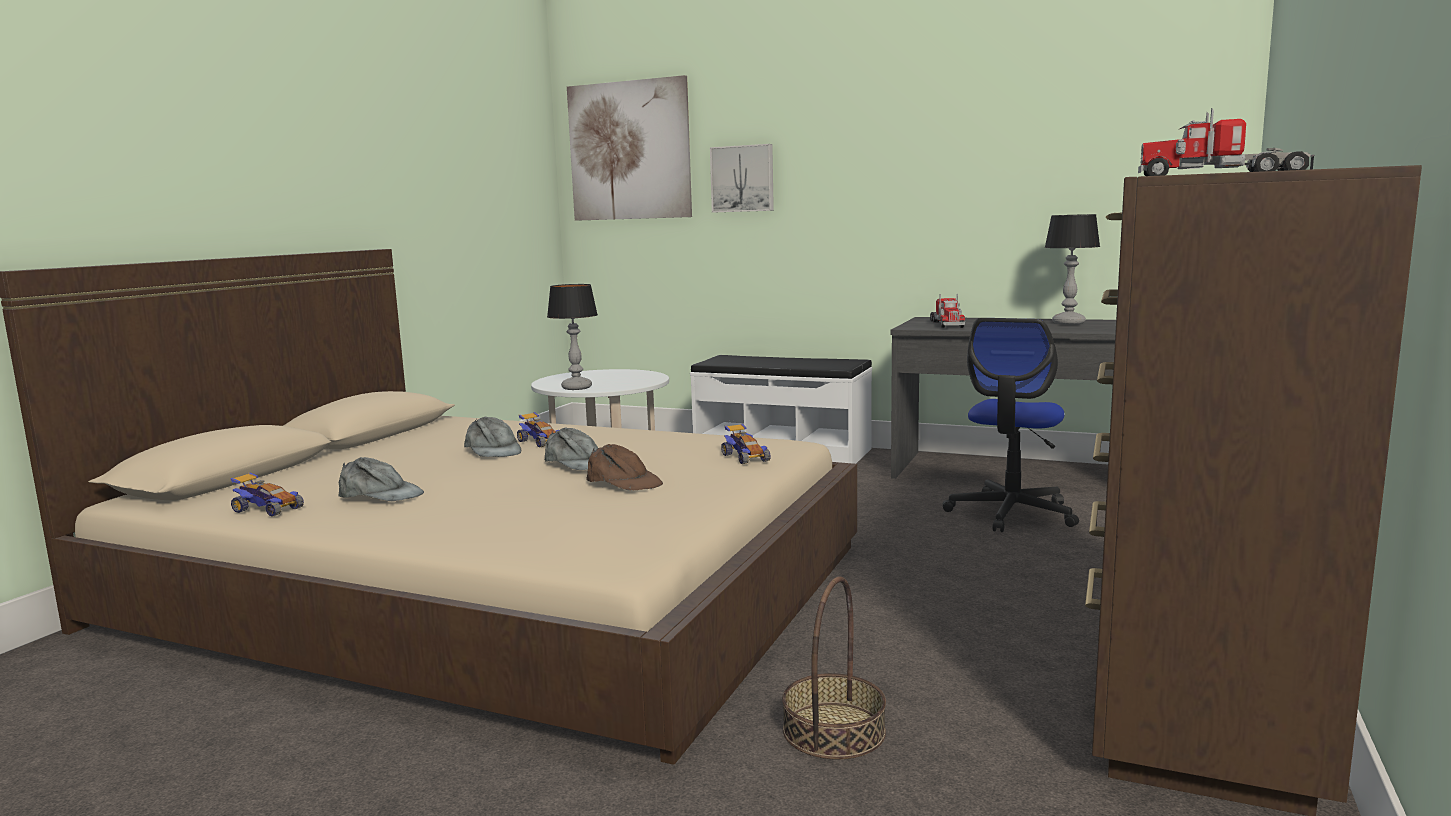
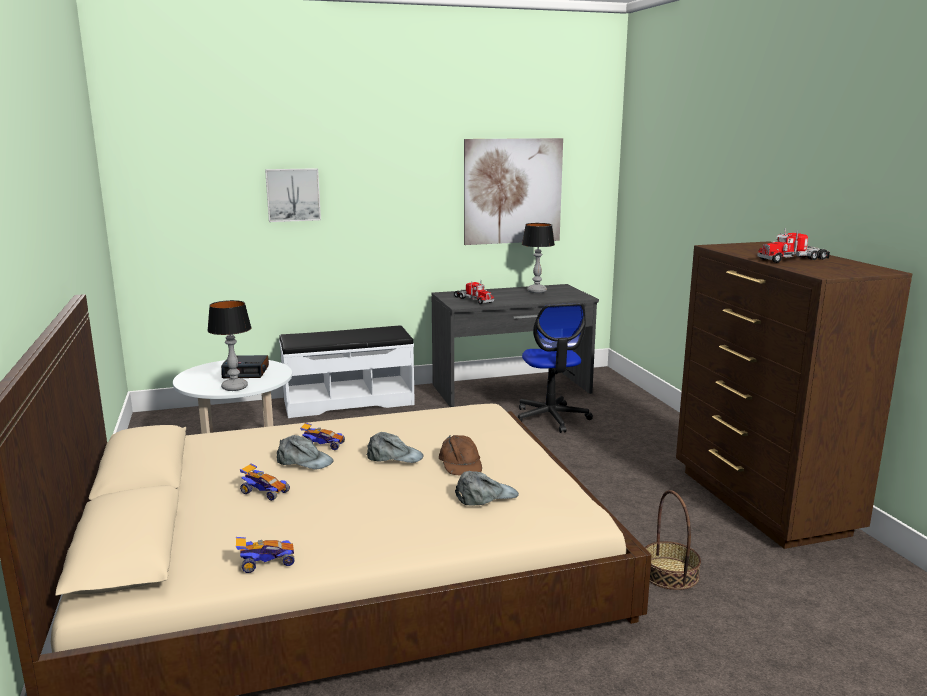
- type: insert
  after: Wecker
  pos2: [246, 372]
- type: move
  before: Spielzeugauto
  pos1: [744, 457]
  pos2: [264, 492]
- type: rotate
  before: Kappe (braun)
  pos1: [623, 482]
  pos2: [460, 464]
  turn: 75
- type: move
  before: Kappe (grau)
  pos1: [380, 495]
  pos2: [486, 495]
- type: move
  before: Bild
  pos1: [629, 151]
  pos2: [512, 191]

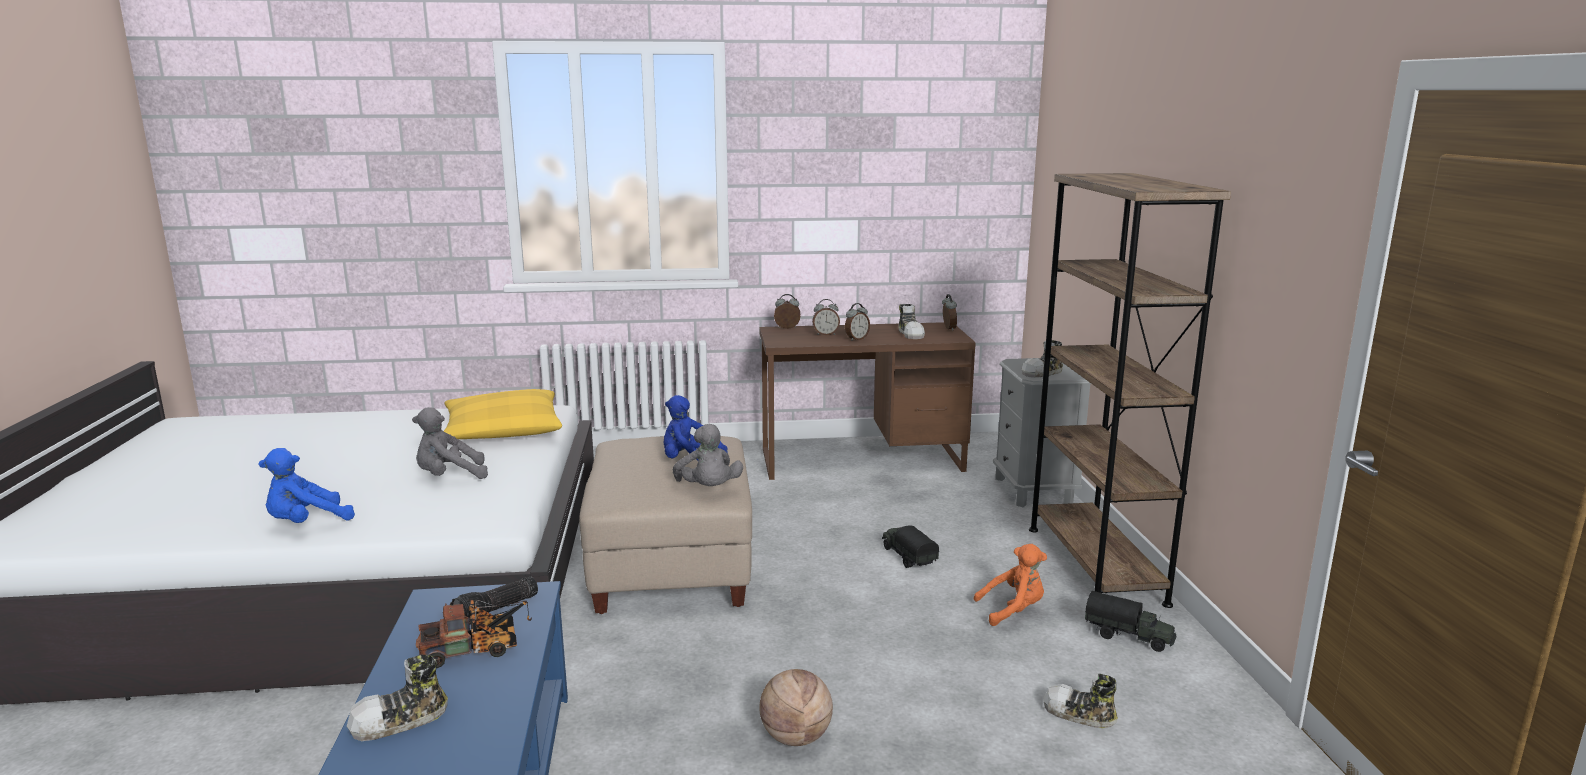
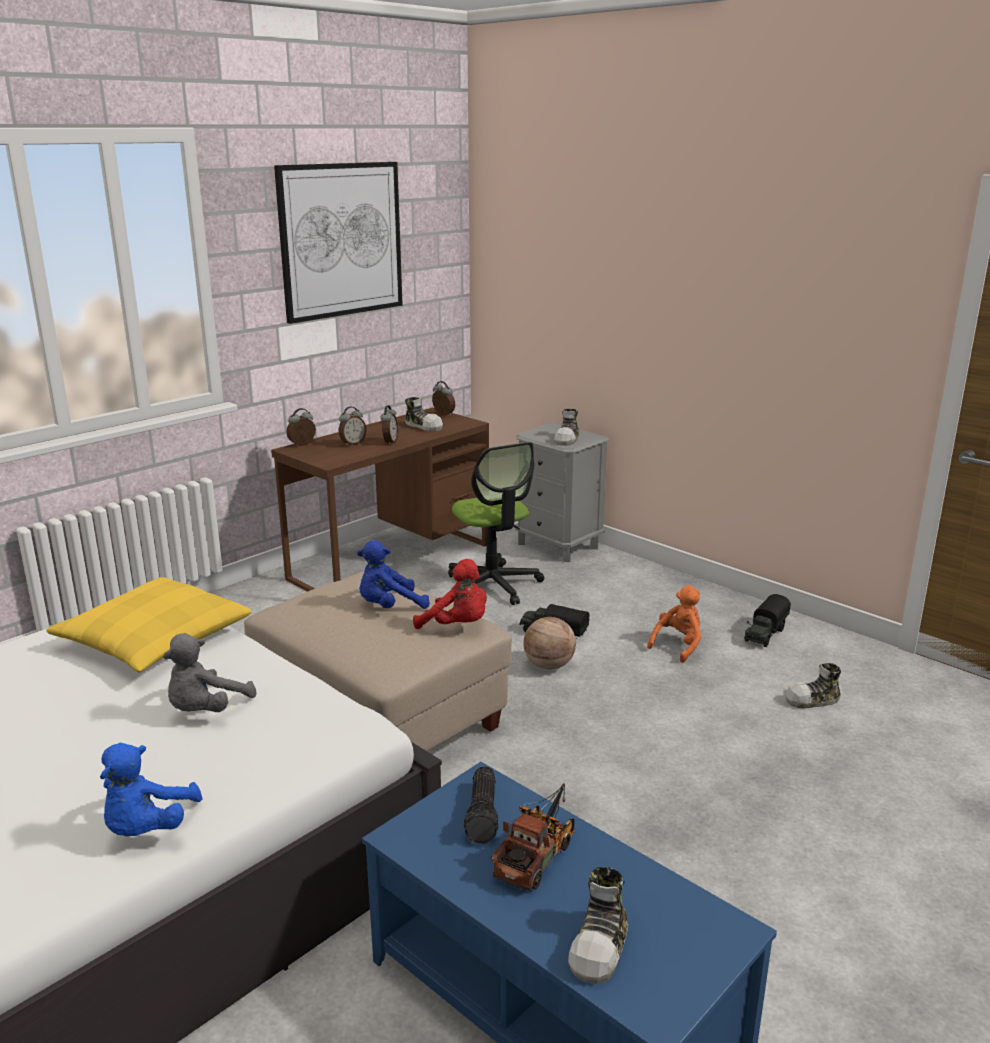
- type: insert
  after: Bild
  pos2: [341, 240]
- type: recolor
  before: Plüschtier (grau)
  after: Plüschtier (rot)
  pos1: [708, 489]
  pos2: [457, 626]
- type: insert
  after: Bürostuhl
  pos2: [493, 585]
- type: move
  before: Basketball
  pos1: [796, 738]
  pos2: [549, 665]
- type: rotate
  before: Spielzeuglaster
  pos1: [1129, 637]
  pos2: [765, 634]
  turn: 135
- type: delete
  before: Bücherregal (braun)
  pos1: [1095, 564]

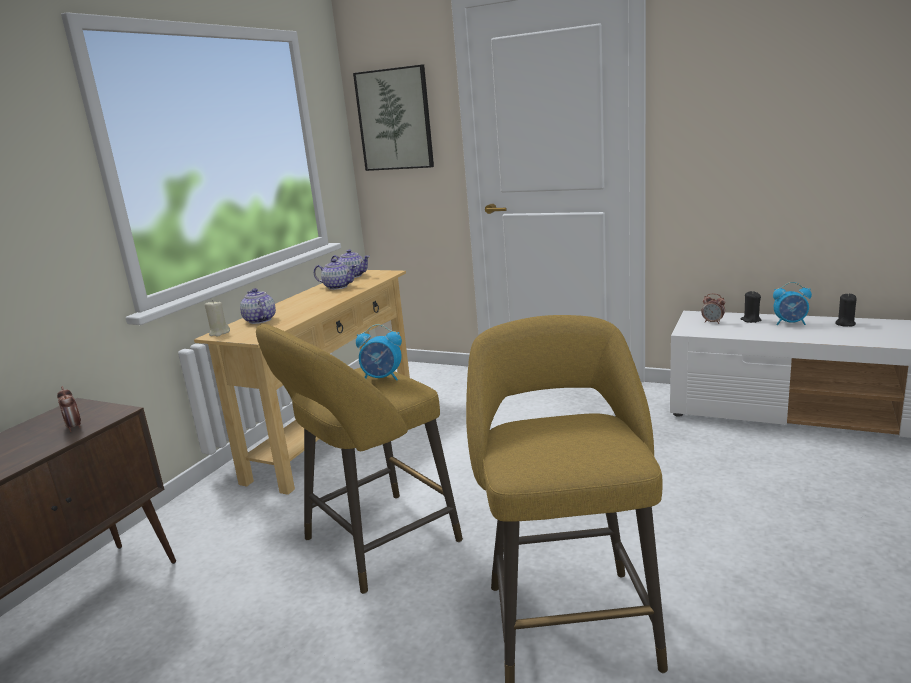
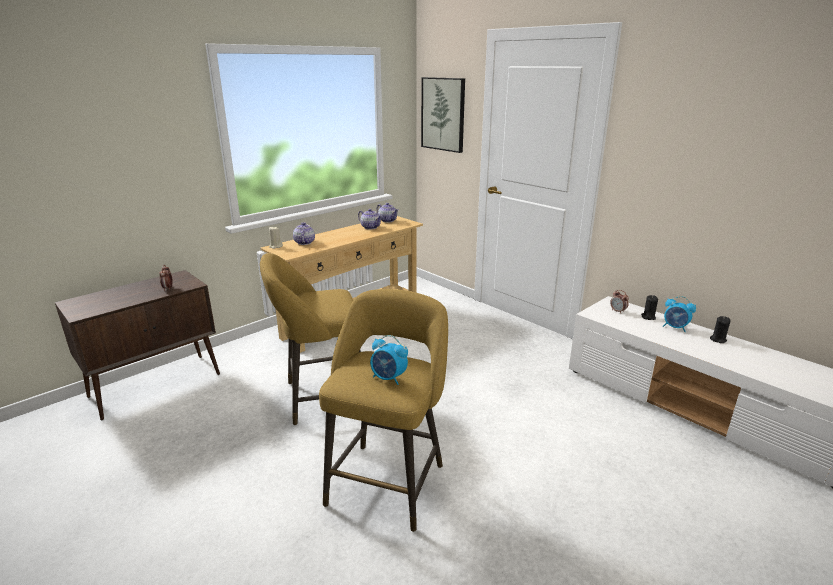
- type: move
  before: Wecker
  pos1: [382, 378]
  pos2: [389, 378]

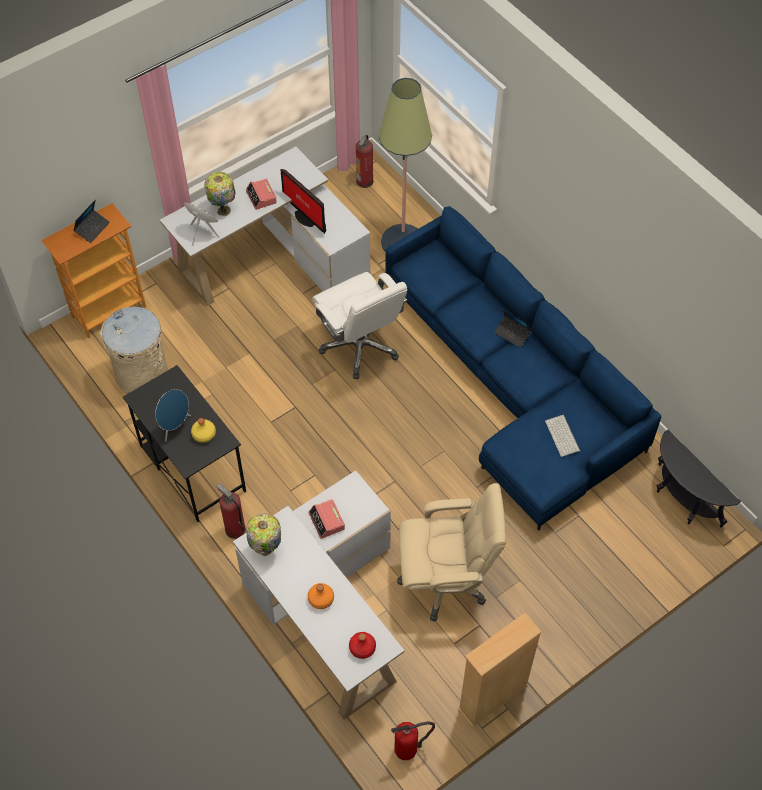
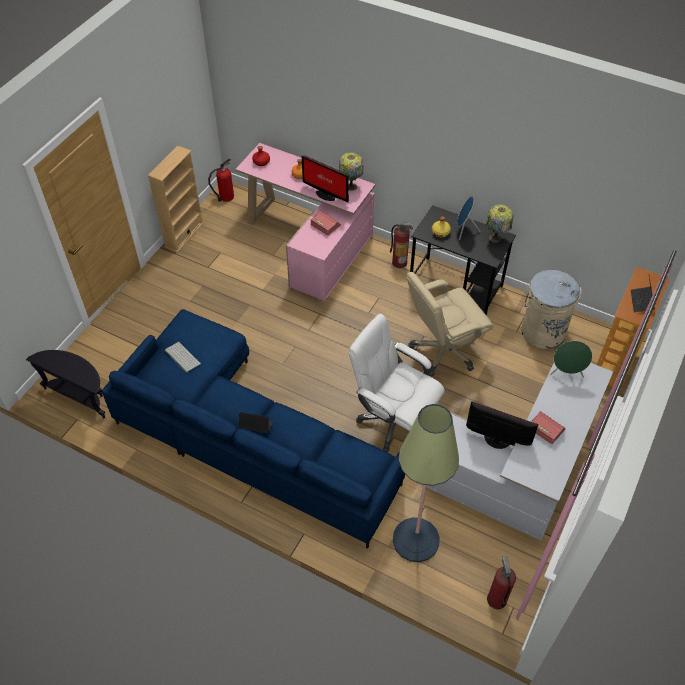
- type: recolor
  before: Schreibtisch (weiß)
  after: Schreibtisch (rosa)
  pos1: [326, 610]
  pos2: [311, 241]
- type: insert
  after: Monitor
  pos2: [325, 194]
- type: move
  before: Bürostuhl (beige)
  pos1: [445, 580]
  pos2: [443, 351]
- type: move
  before: Tischlampe
  pos1: [223, 209]
  pos2: [495, 239]

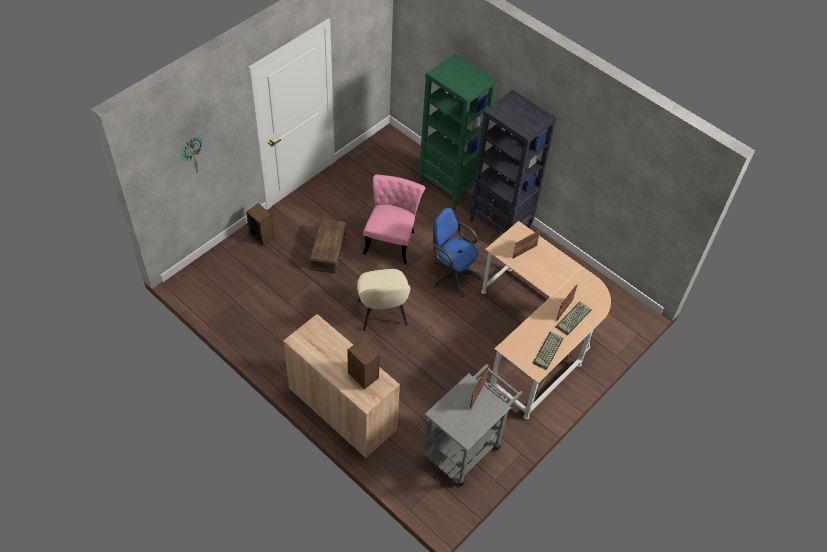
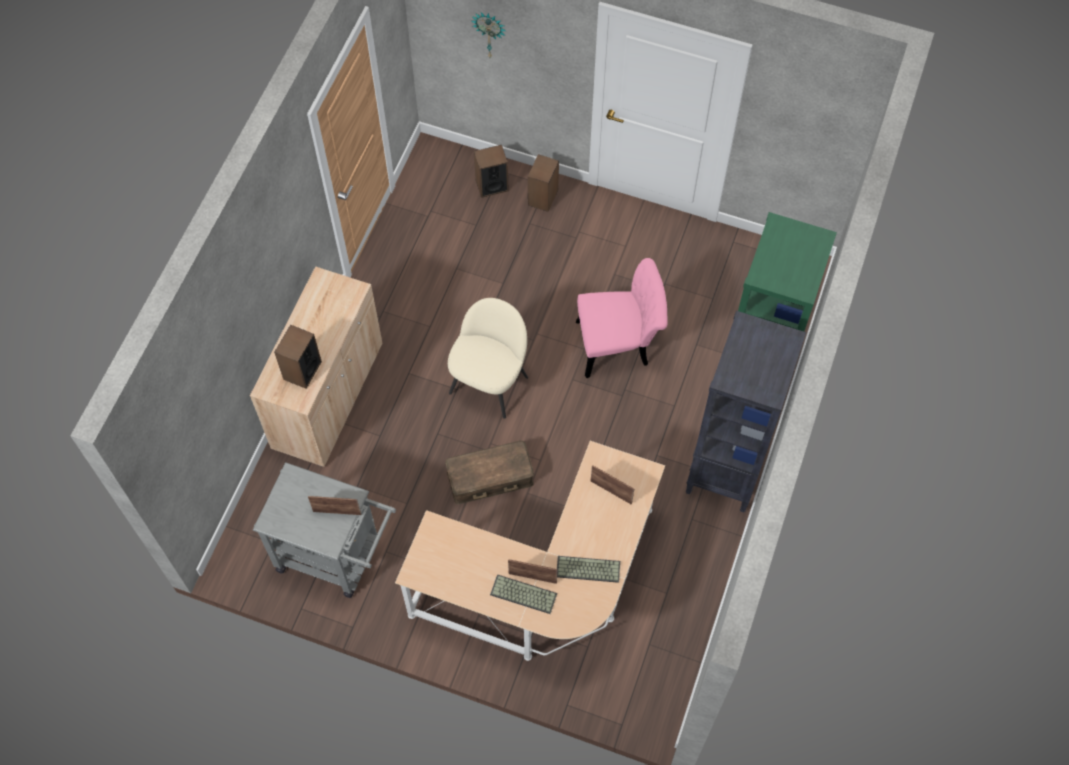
- type: move
  before: Aufbewahrungsbox (braun)
  pos1: [328, 251]
  pos2: [490, 476]
- type: rotate
  before: Stuhl (beige)
  pos1: [382, 314]
  pos2: [490, 383]
  turn: 150
- type: insert
  after: Lautsprecher
  pos2: [491, 185]
- type: move
  before: Tastatur
  pos1: [548, 351]
  pos2: [587, 570]
- type: delete
  before: Bürostuhl (blau)
  pos1: [452, 274]

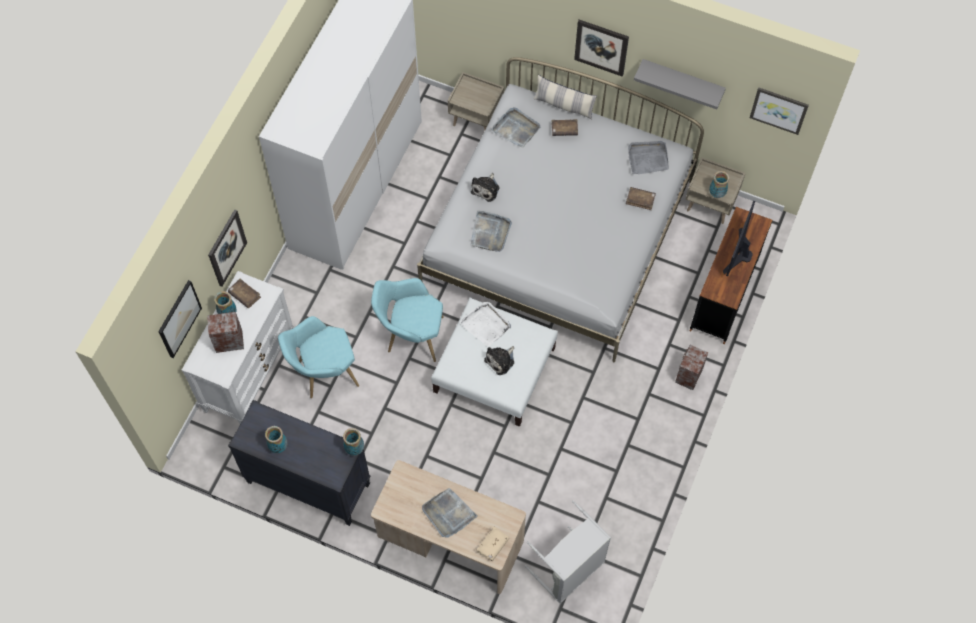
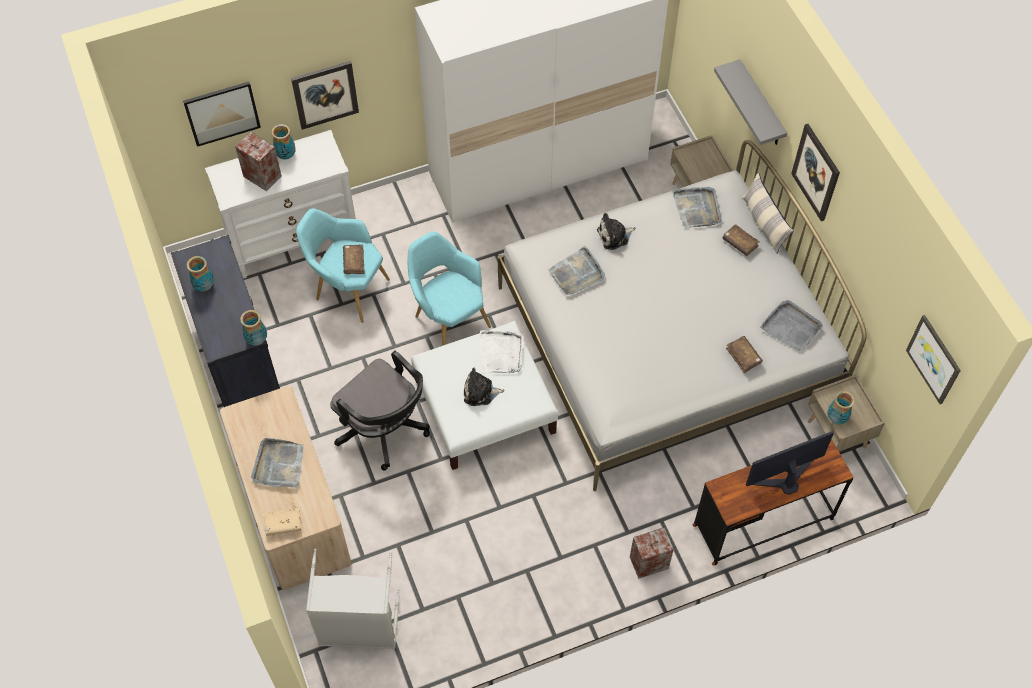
- type: insert
  after: Bürostuhl (schwarz)
  pos2: [385, 430]
- type: move
  before: Buch (braun)
  pos1: [244, 295]
  pos2: [354, 262]
- type: move
  before: Wandregal (grau)
  pos1: [682, 80]
  pos2: [761, 105]

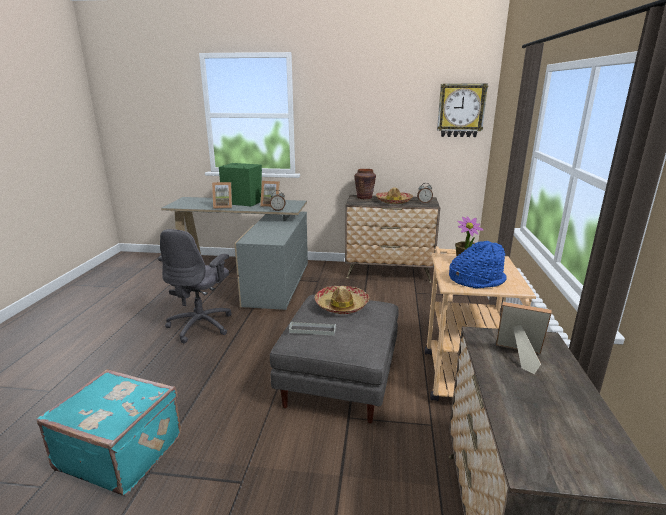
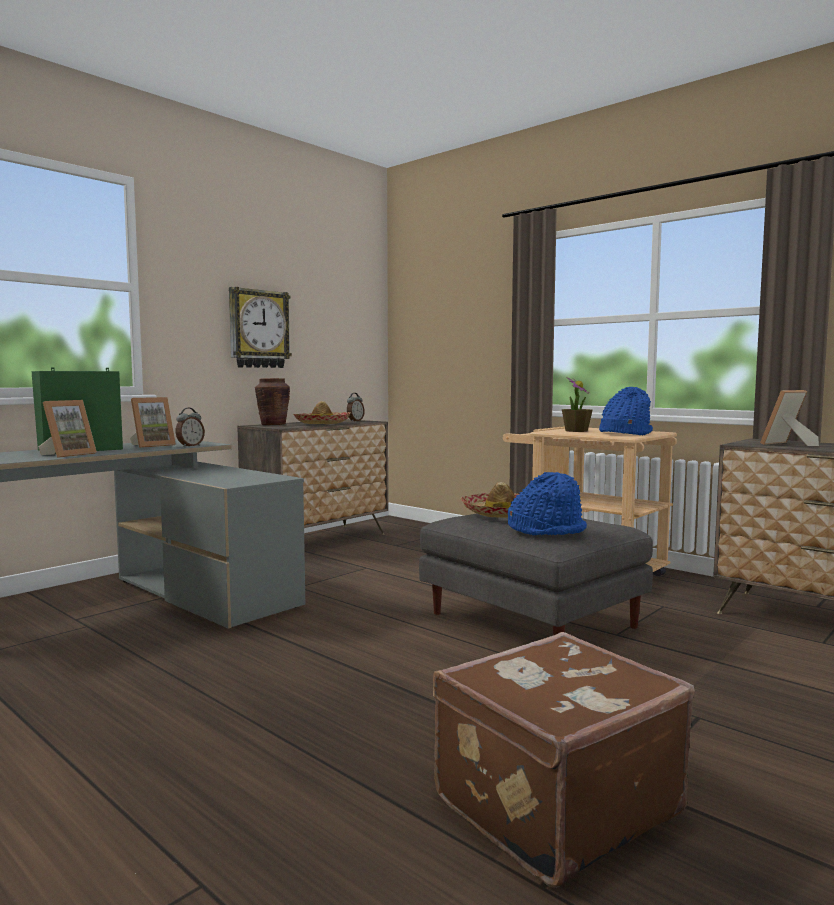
- type: move
  before: Wanduhr
  pos1: [461, 110]
  pos2: [258, 329]
- type: recolor
  before: Koffer (türkis)
  after: Koffer (braun)
  pos1: [122, 451]
  pos2: [552, 803]
- type: replace
  before: Tablett (grau)
  after: Hut (blau)
  pos1: [312, 330]
  pos2: [547, 530]
- type: delete
  before: Bürostuhl (grau)
  pos1: [201, 325]

